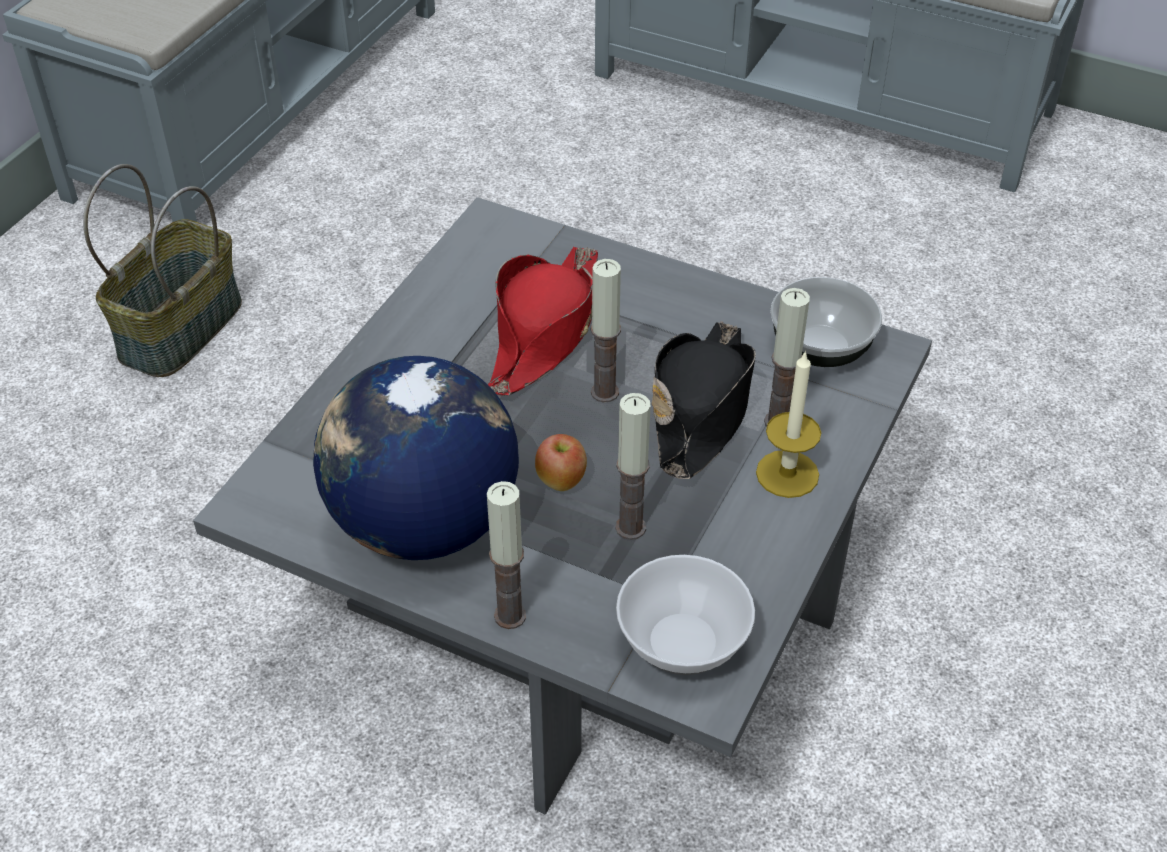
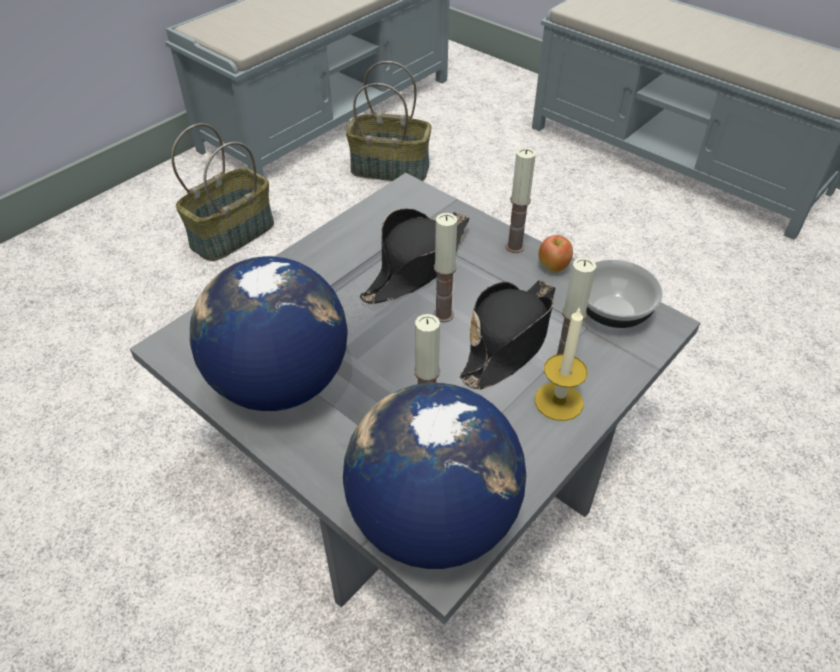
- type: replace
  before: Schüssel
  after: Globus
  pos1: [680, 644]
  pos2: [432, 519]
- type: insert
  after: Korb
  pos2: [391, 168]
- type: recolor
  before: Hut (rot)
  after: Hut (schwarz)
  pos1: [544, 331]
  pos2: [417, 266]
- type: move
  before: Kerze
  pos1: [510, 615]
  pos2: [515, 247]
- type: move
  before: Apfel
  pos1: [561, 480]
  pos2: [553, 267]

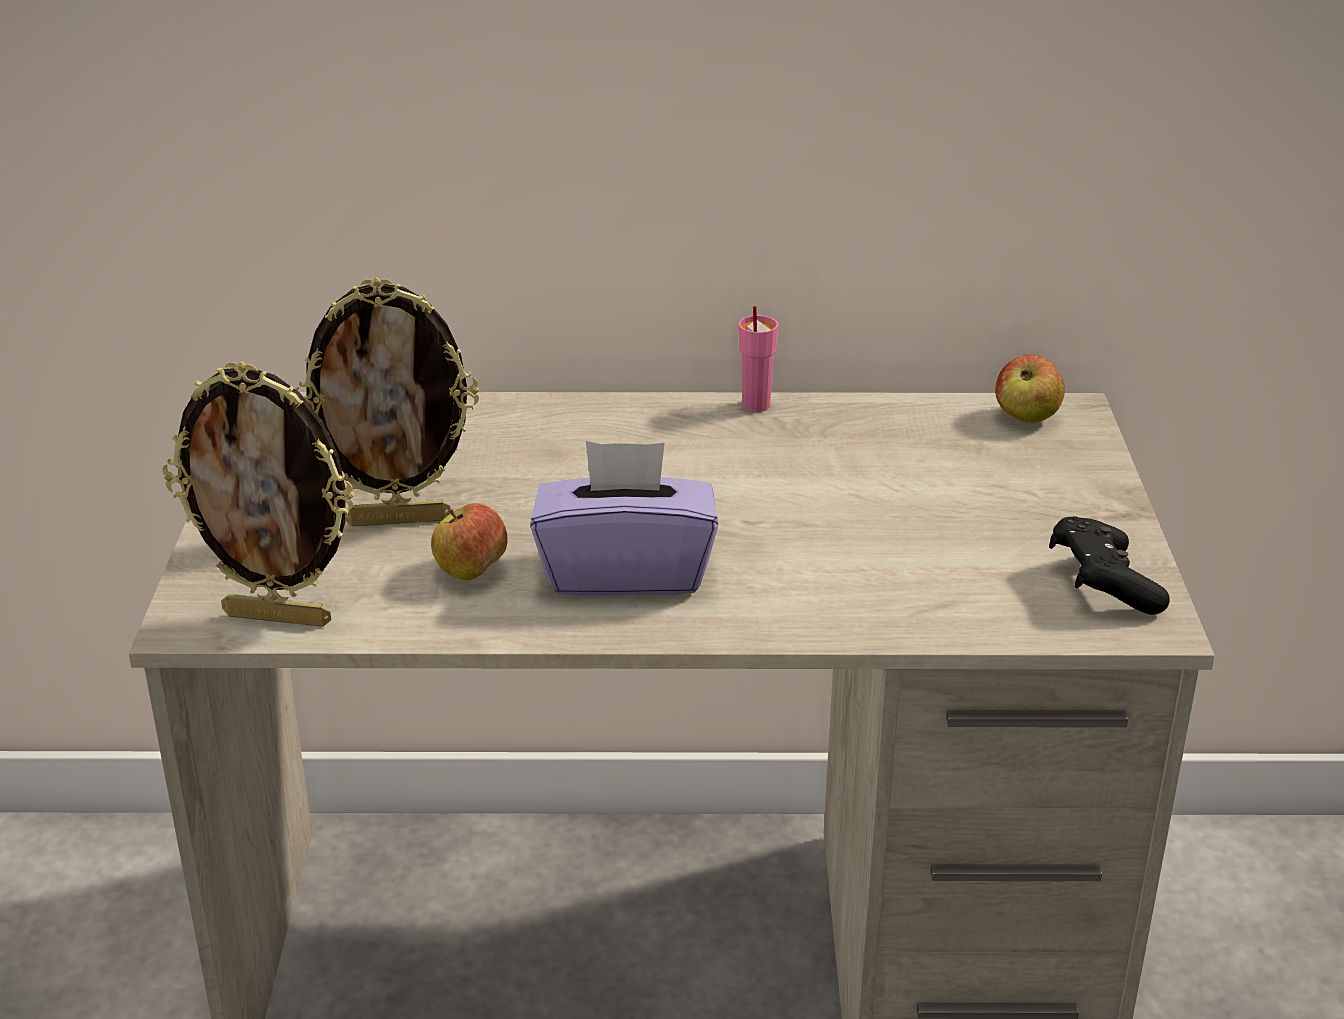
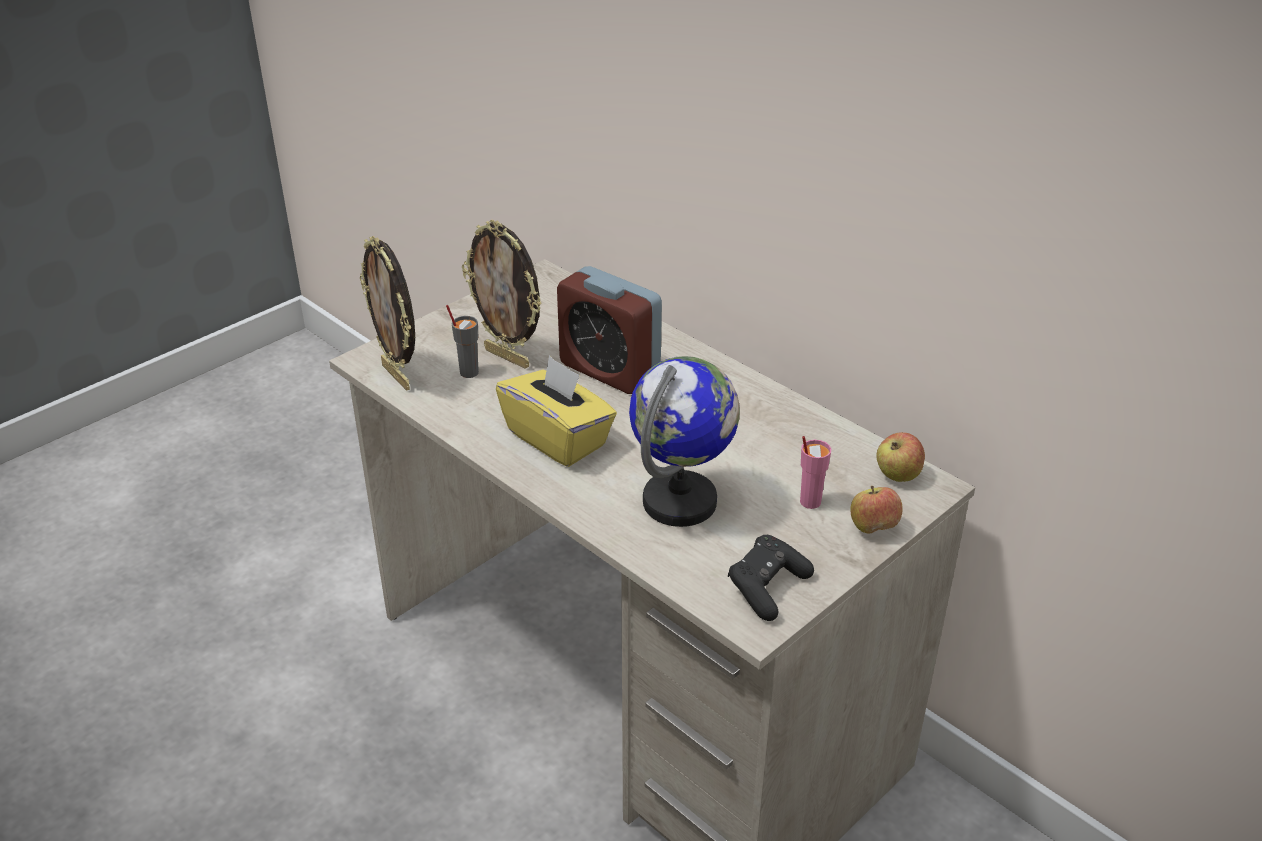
- type: insert
  after: Tasse (grau)
  pos2: [468, 372]
- type: recolor
  before: Taschentuchbox (lila)
  after: Taschentuchbox (gelb)
  pos1: [626, 571]
  pos2: [558, 438]
- type: insert
  after: Wecker
  pos2: [609, 370]
- type: insert
  after: Globus
  pos2: [681, 502]
- type: move
  before: Tasse (rosa)
  pos1: [755, 405]
  pos2: [809, 501]
- type: move
  before: Apfel
  pos1: [471, 572]
  pos2: [873, 528]

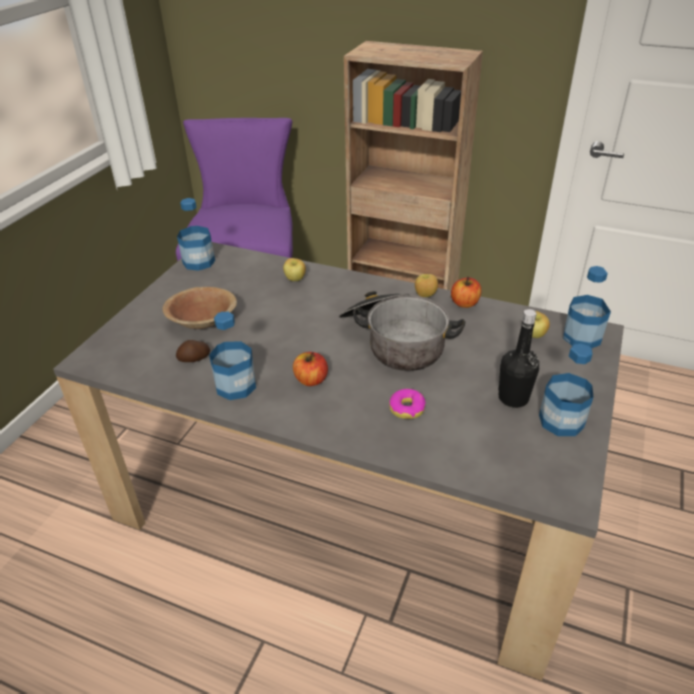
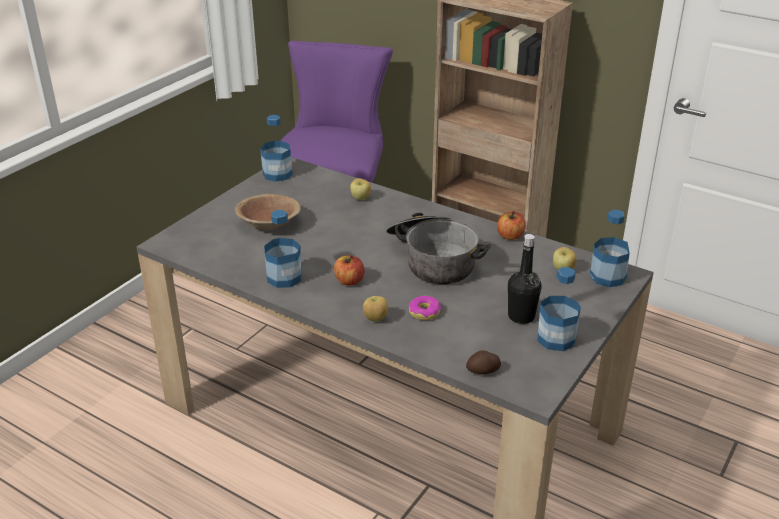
- type: move
  before: Apfel
  pos1: [425, 295]
  pos2: [375, 319]
- type: move
  before: Kartoffel
  pos1: [194, 359]
  pos2: [483, 371]

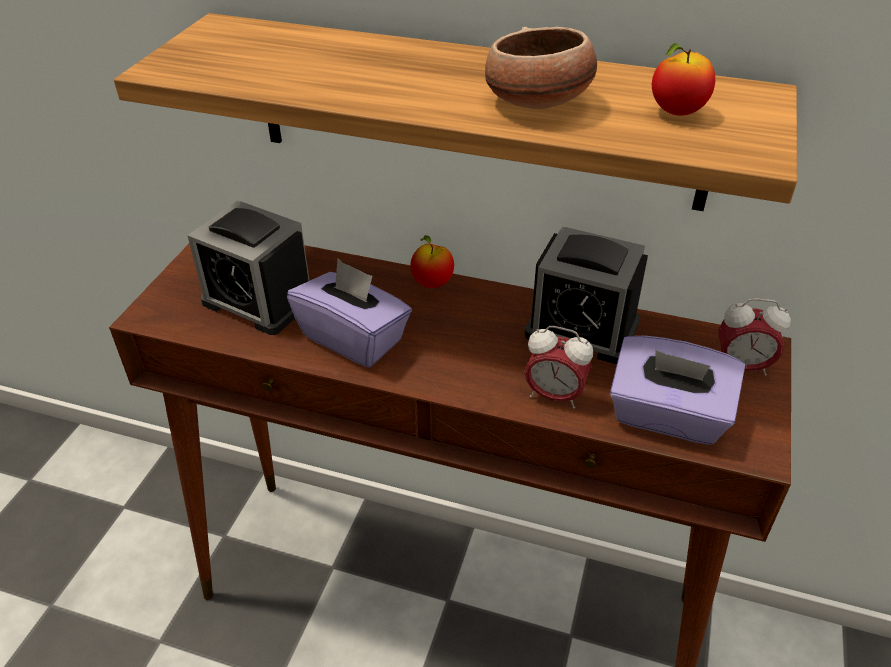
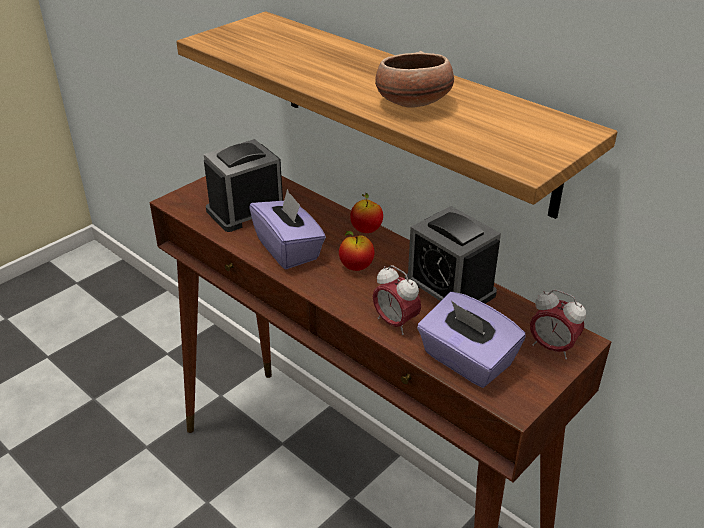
- type: rotate
  before: Wecker
  pos1: [259, 300]
  pos2: [246, 210]
  turn: 90
- type: move
  before: Apfel
  pos1: [677, 112]
  pos2: [356, 267]

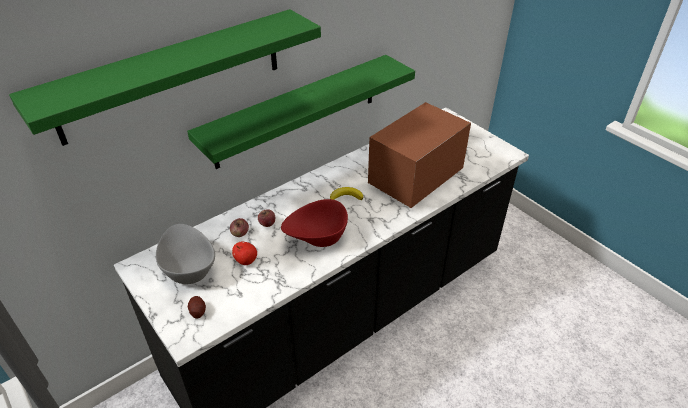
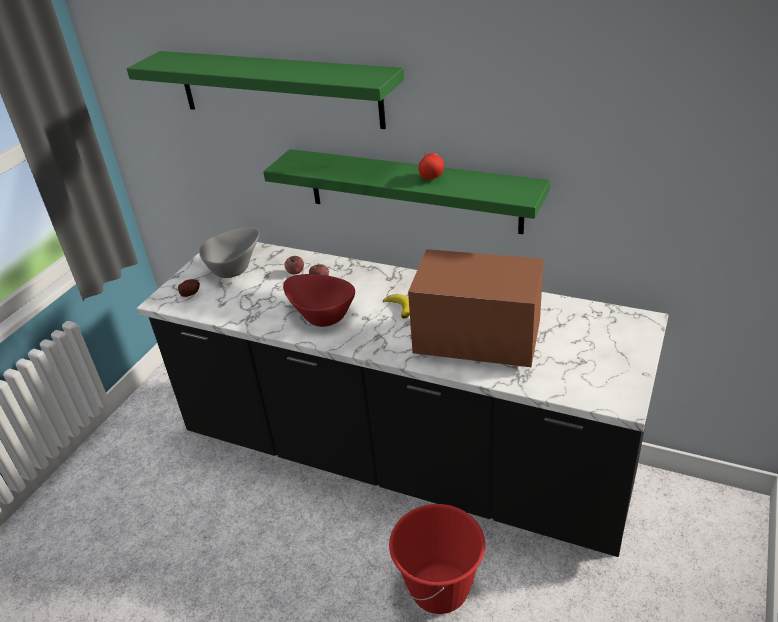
- type: insert
  after: Eimer (rot)
  pos2: [440, 589]
- type: move
  before: Apfel
  pos1: [246, 260]
  pos2: [431, 178]

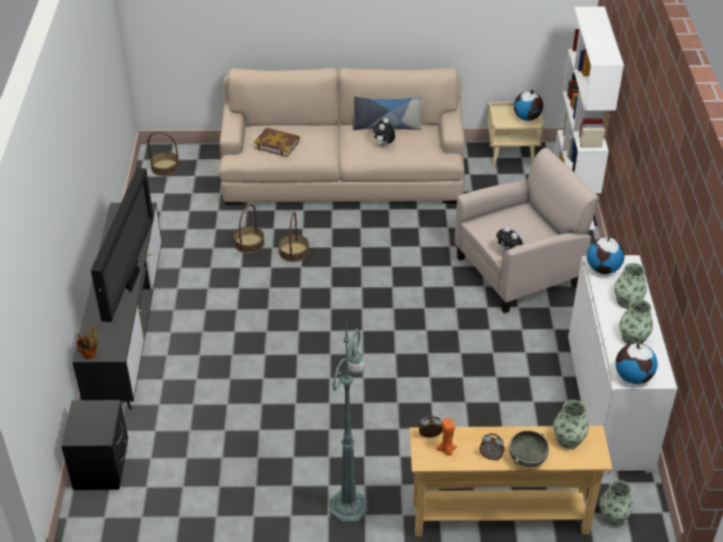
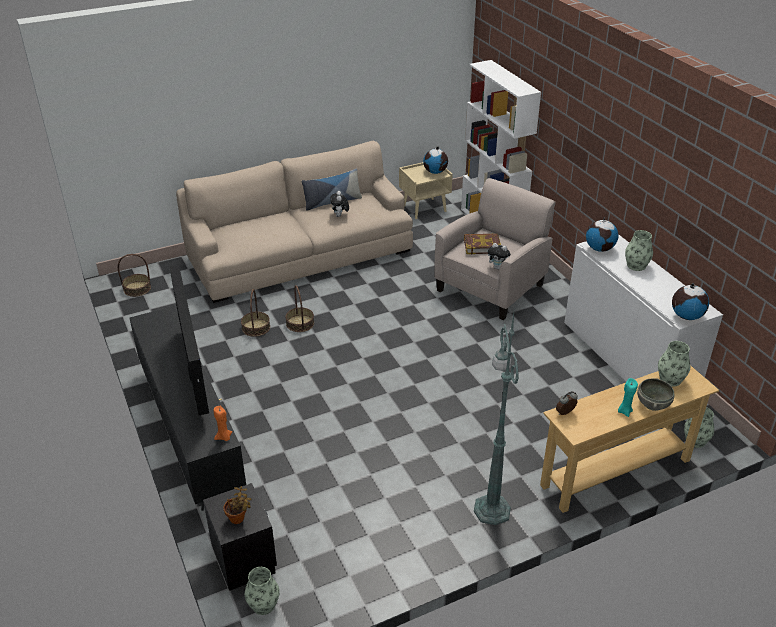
- type: move
  before: Kerze (orange)
  pos1: [446, 450]
  pos2: [224, 437]
- type: move
  before: Topfpflanze
  pos1: [90, 355]
  pos2: [238, 518]
- type: move
  before: Vase
  pos1: [633, 338]
  pos2: [263, 604]
- type: move
  before: Buch
  pos1: [277, 144]
  pos2: [482, 246]
- type: replace
  before: Wecker
  after: Kerze (türkis)
  pos1: [491, 455]
  pos2: [624, 411]

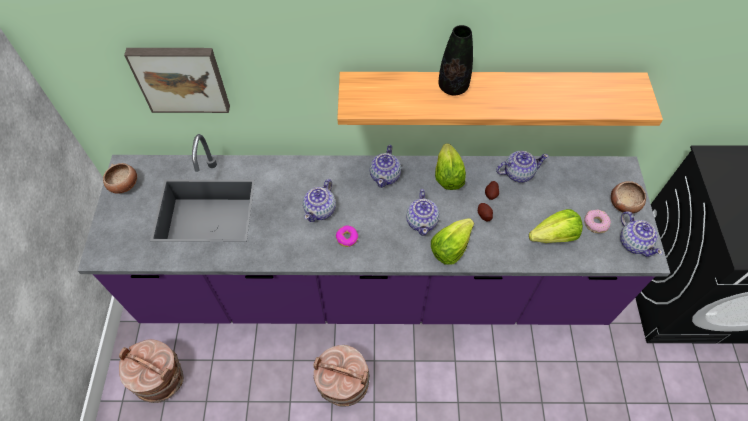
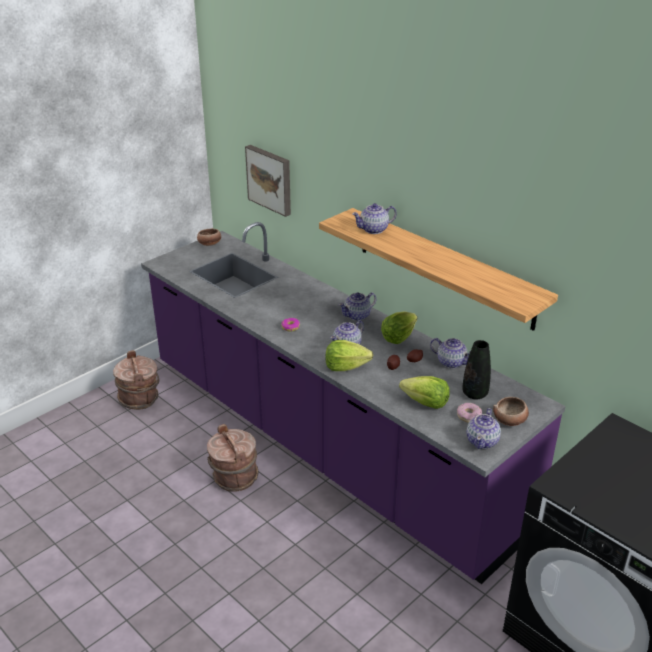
- type: move
  before: Teekanne
  pos1: [320, 209]
  pos2: [374, 229]
- type: move
  before: Vase (schwarz)
  pos1: [453, 87]
  pos2: [474, 394]

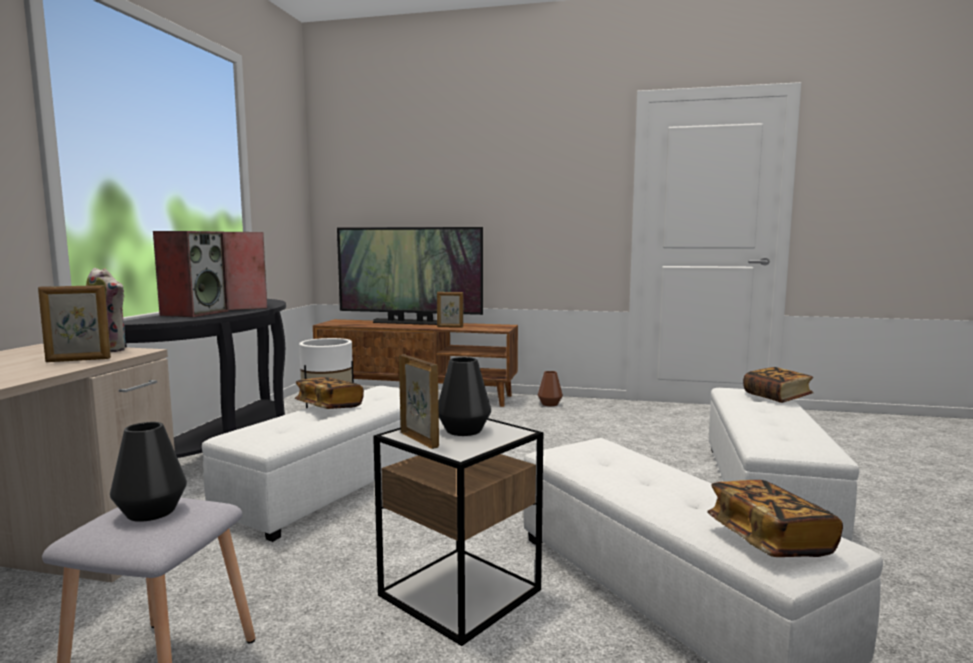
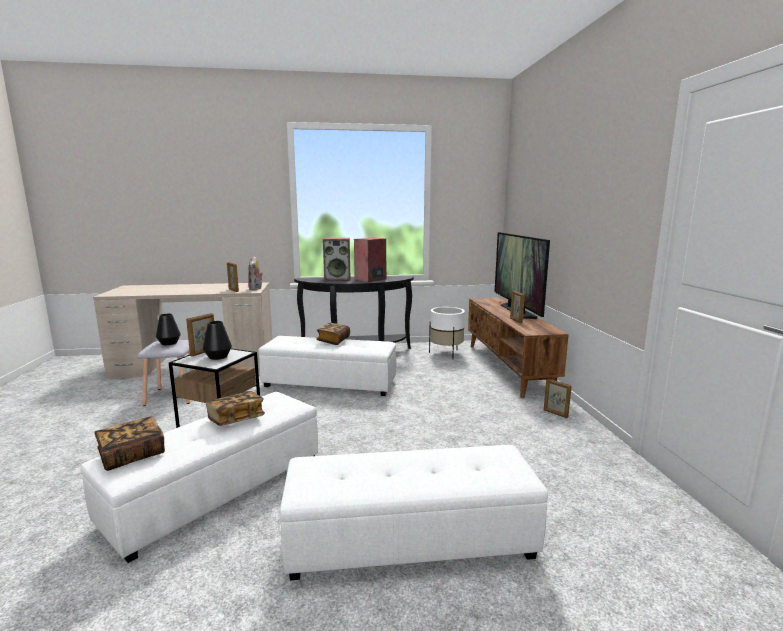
- type: move
  before: Buch
  pos1: [776, 397]
  pos2: [236, 419]
- type: replace
  before: Vase (braun)
  after: Bilderrahmen
  pos1: [550, 404]
  pos2: [555, 413]

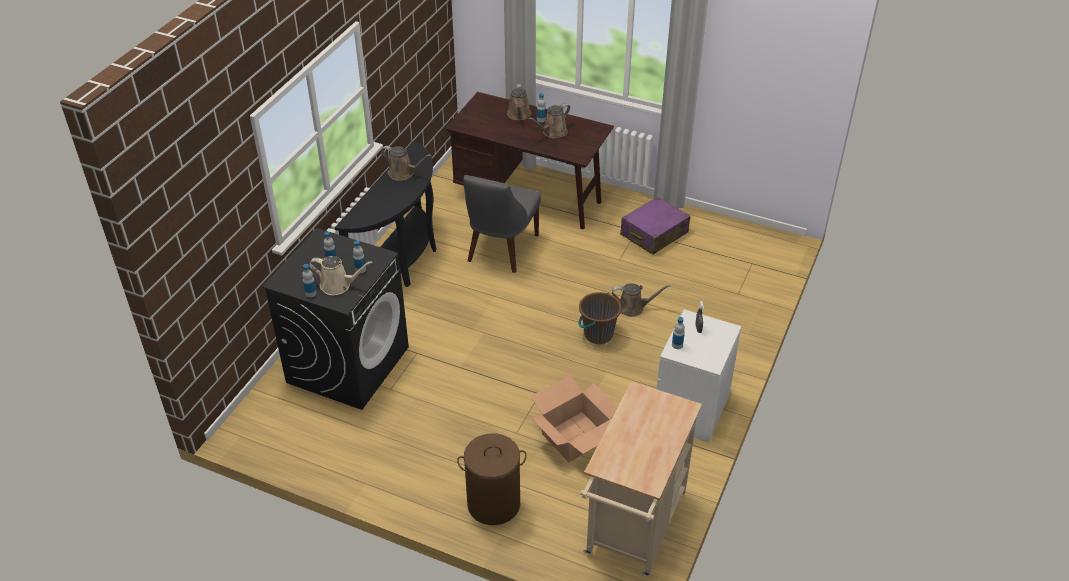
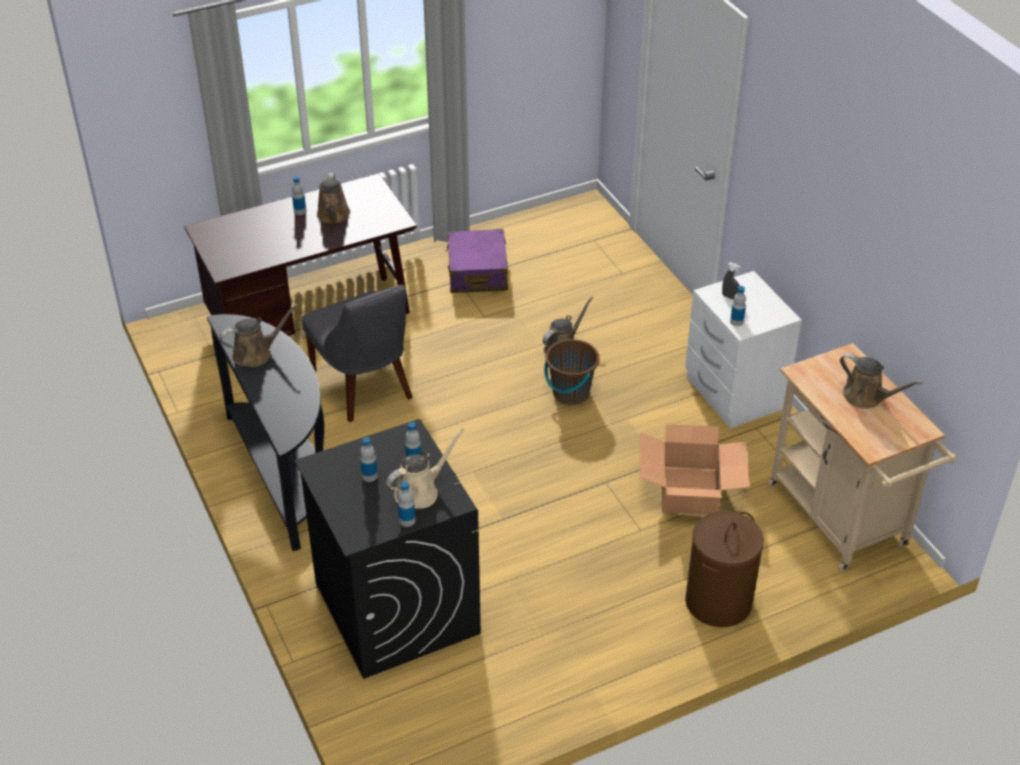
- type: move
  before: Gießkanne (braun)
  pos1: [519, 115]
  pos2: [866, 397]

